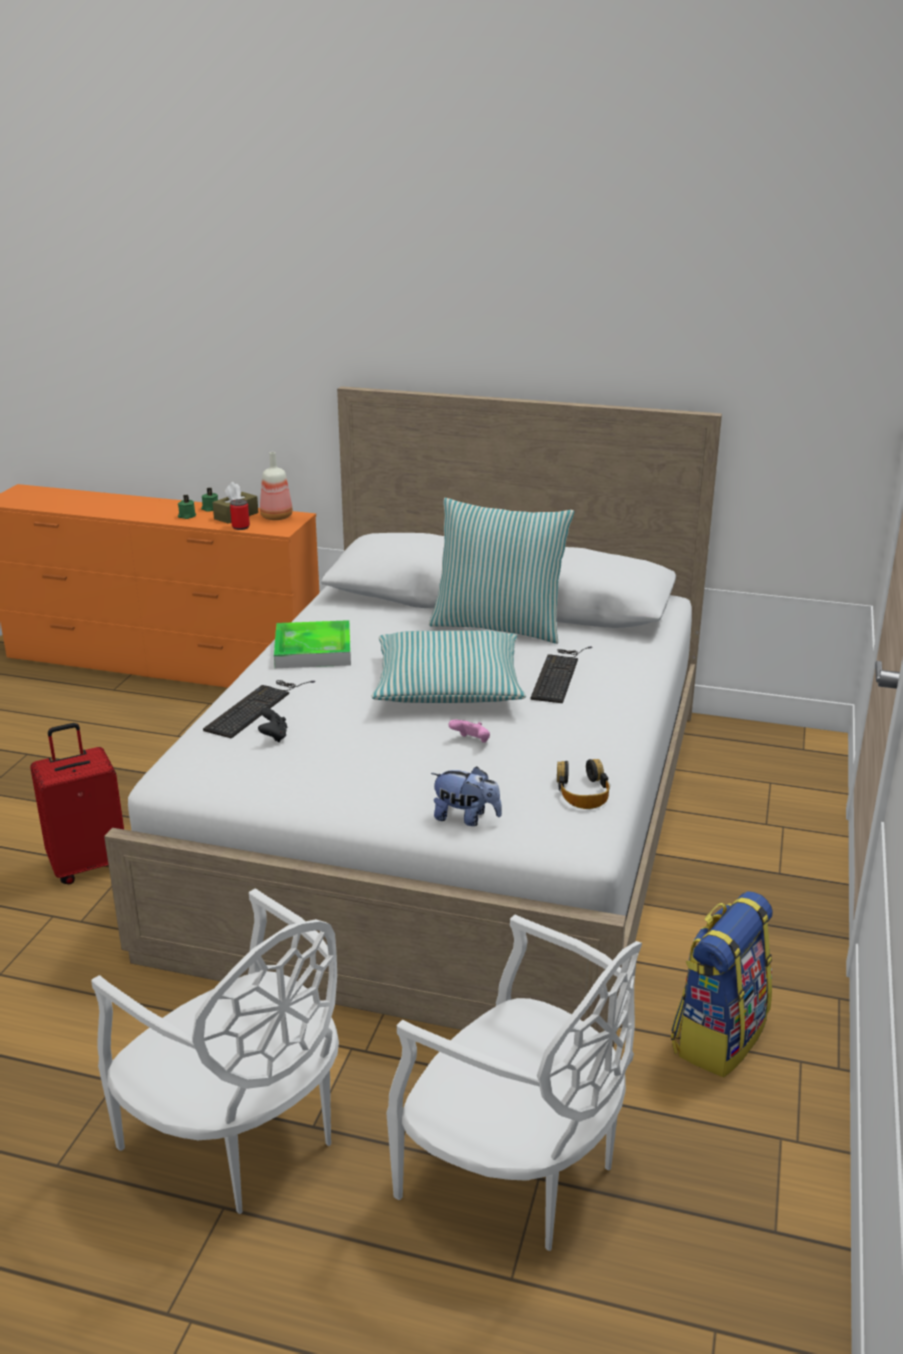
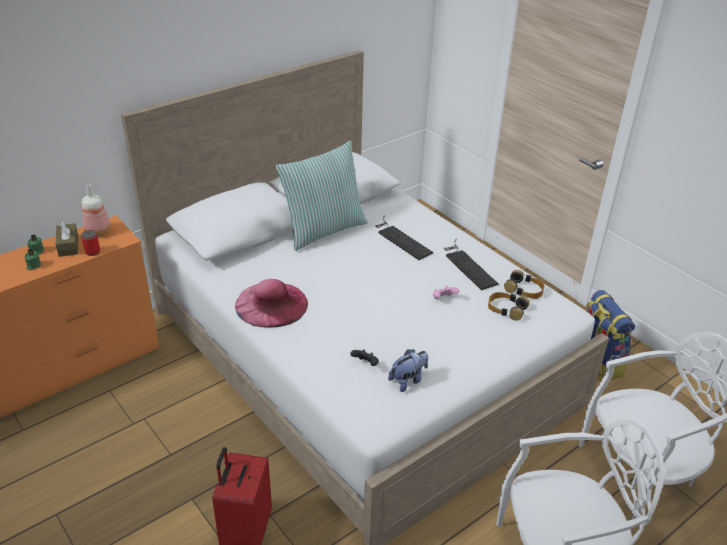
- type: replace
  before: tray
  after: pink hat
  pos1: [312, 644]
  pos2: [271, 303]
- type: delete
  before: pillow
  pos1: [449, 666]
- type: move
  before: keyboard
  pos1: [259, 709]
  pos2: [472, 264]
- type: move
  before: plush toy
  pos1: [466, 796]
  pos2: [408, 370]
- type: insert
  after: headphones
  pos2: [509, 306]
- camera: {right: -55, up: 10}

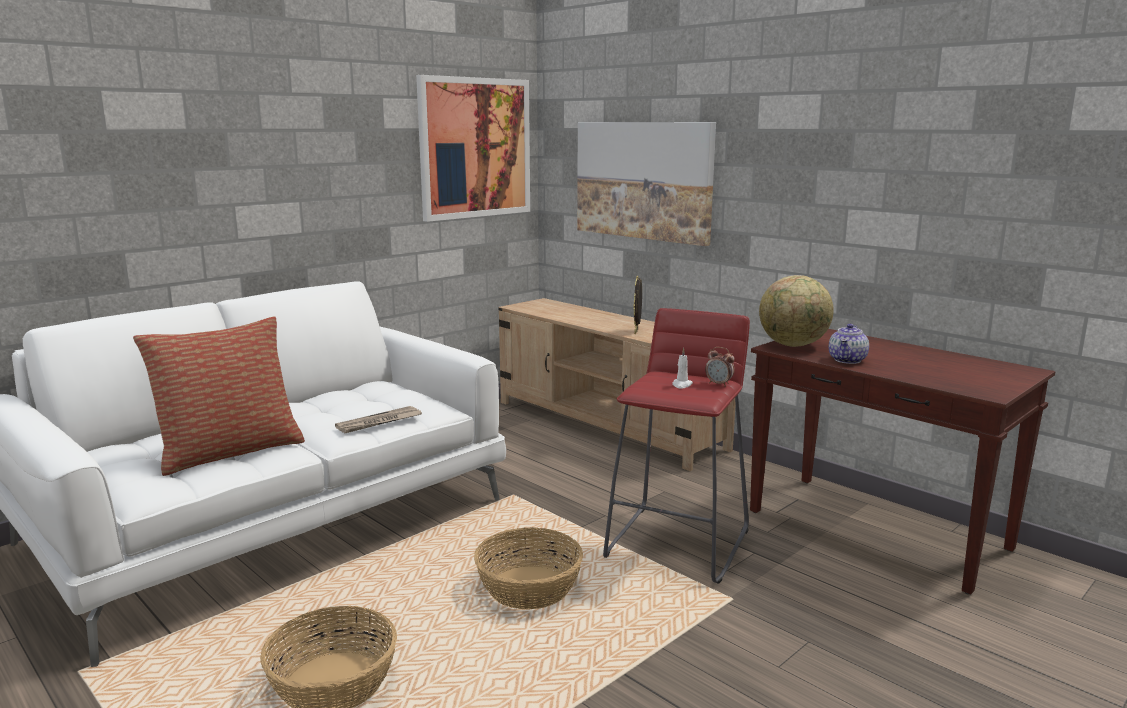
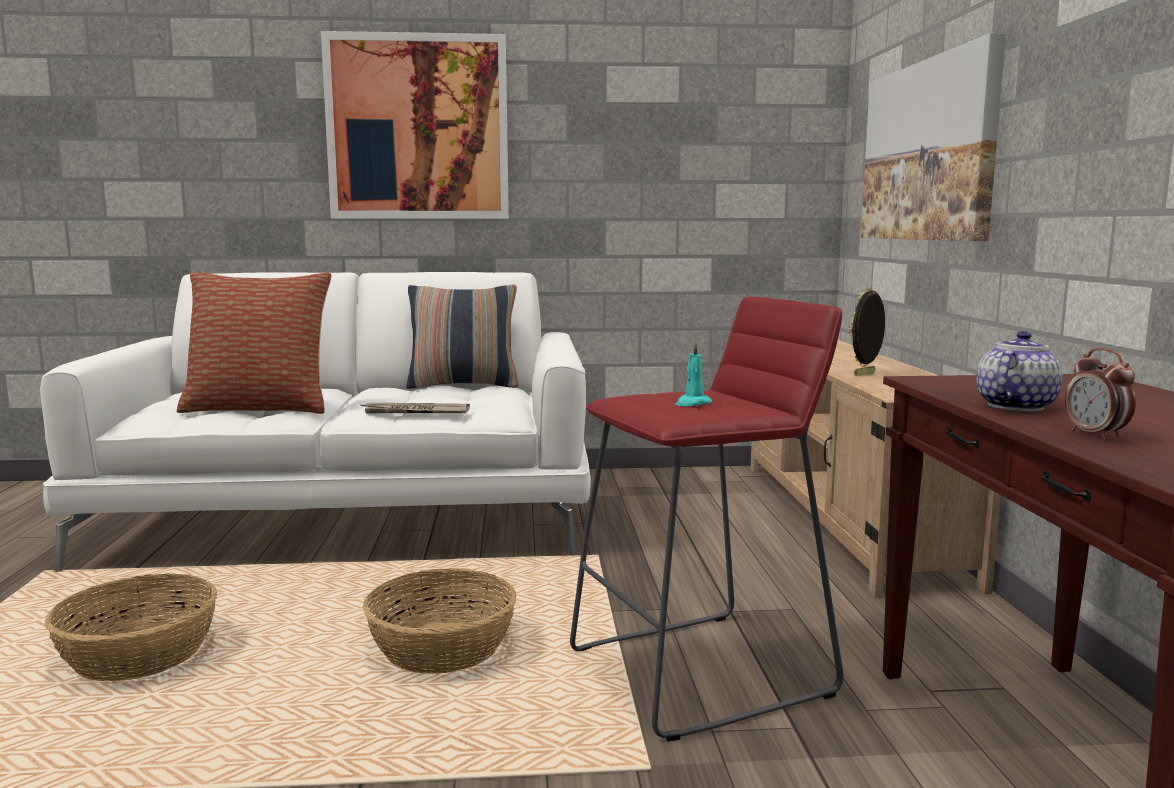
- type: move
  before: picture
  pos1: [473, 148]
  pos2: [415, 125]
- type: delete
  before: globe
  pos1: [796, 311]
- type: rotate
  before: teapot
  pos1: [849, 344]
  pos2: [1019, 371]
  turn: 150
- type: move
  before: alarm clock
  pos1: [720, 367]
  pos2: [1100, 394]
- type: recolor
  before: white candle
  after: turquoise candle
  pos1: [682, 368]
  pos2: [694, 373]
- type: insert
  after: pillow
  pos2: [462, 336]
- camera: {right: 40, up: -5}

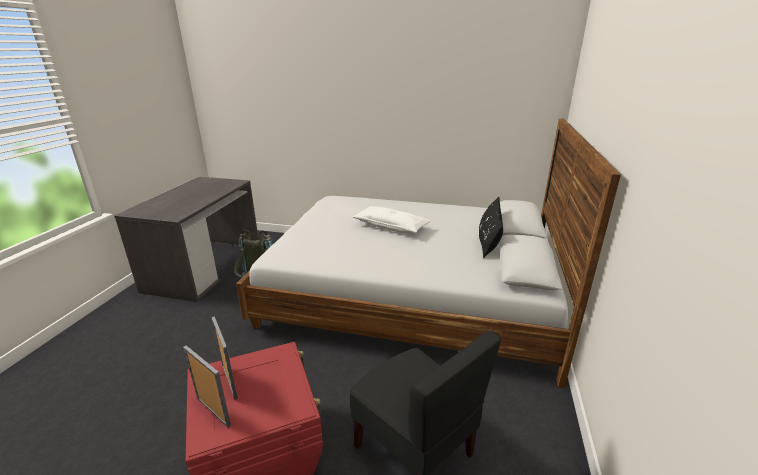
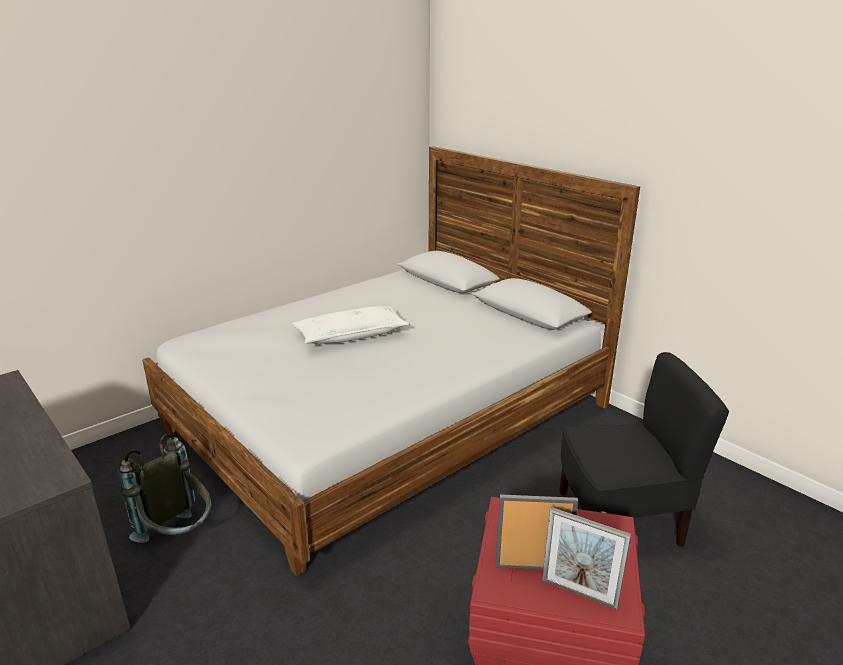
- type: delete
  before: black pillow
  pos1: [491, 227]
- type: rotate
  before: picture frame
  pos1: [207, 387]
  pos2: [586, 558]
  turn: -135
- camera: {right: -55, up: 0}

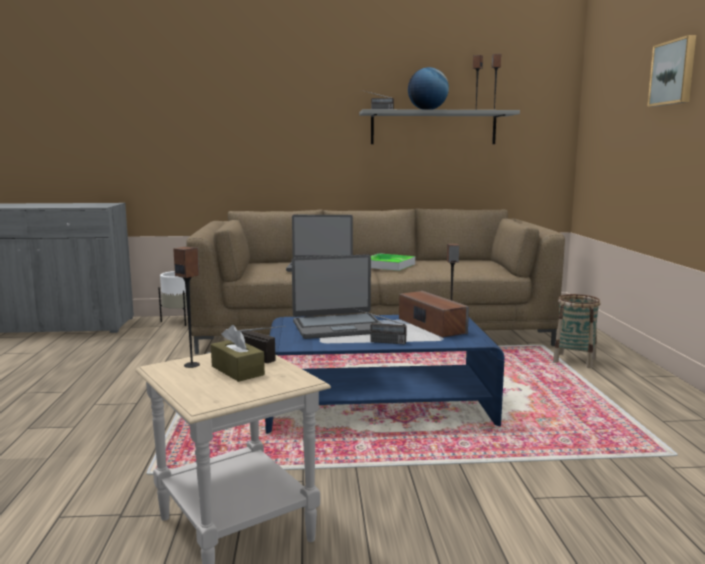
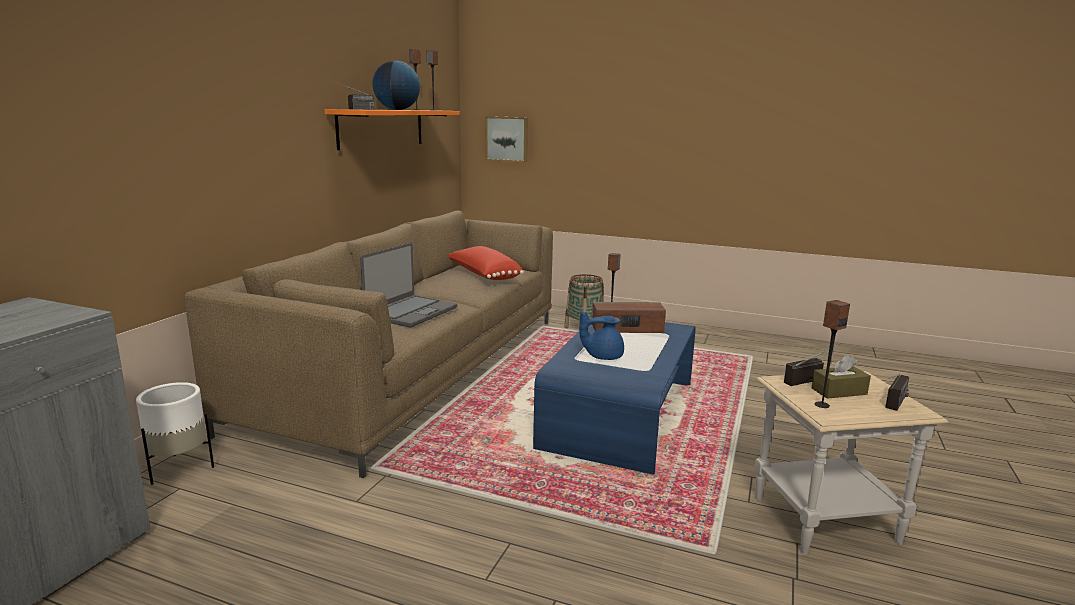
- type: move
  before: picture
  pos1: [671, 71]
  pos2: [507, 139]
- type: recolor
  before: grey shelf
  after: orange shelf
  pos1: [439, 126]
  pos2: [392, 129]
- type: delete
  before: tray
  pos1: [393, 262]
- type: replace
  before: laptop
  after: blue teapot
  pos1: [337, 296]
  pos2: [601, 335]
- type: move
  before: radio
  pos1: [381, 326]
  pos2: [897, 392]
- type: insert
  after: red pillow
  pos2: [486, 263]
- camera: {right: -65, up: 5}

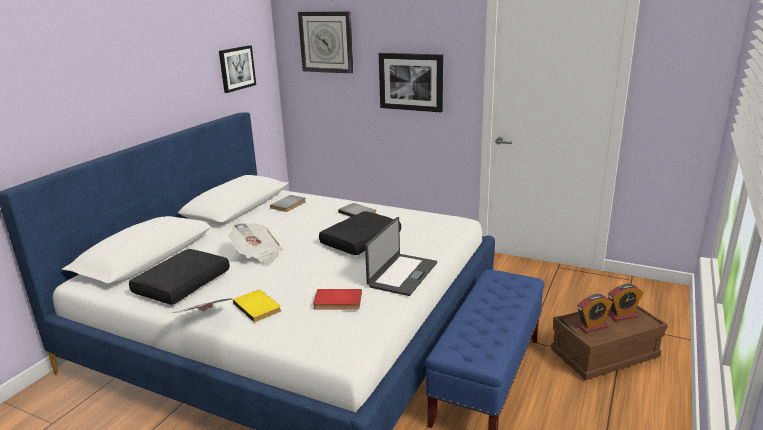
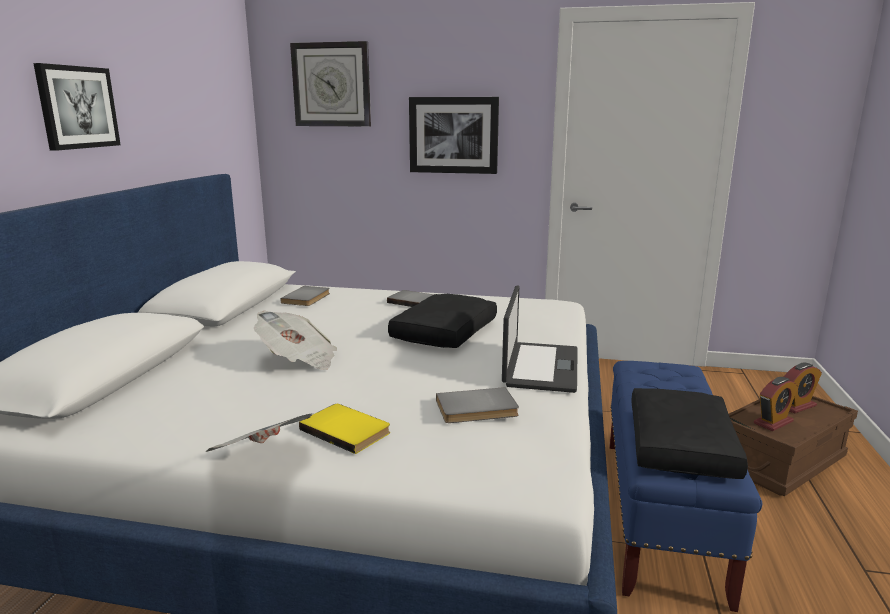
- type: move
  before: picture
  pos1: [237, 69]
  pos2: [77, 107]
- type: move
  before: black pillow
  pos1: [179, 277]
  pos2: [690, 433]
- type: recolor
  before: red book
  after: grey book
  pos1: [337, 299]
  pos2: [477, 405]
- camera: {right: -15, up: -5}

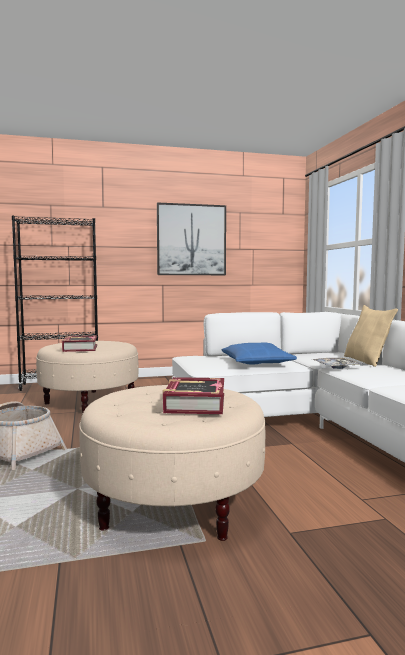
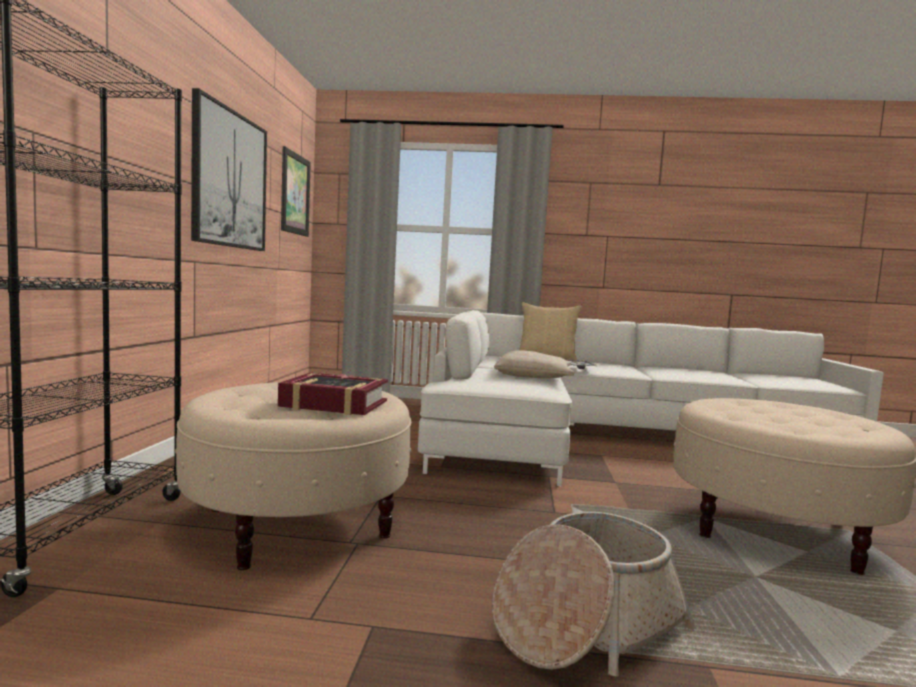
- type: recolor
  before: blue pillow
  after: beige pillow
  pos1: [259, 353]
  pos2: [534, 364]
- type: delete
  before: book
  pos1: [193, 395]
- type: insert
  after: picture
  pos2: [296, 191]
- camera: {right: -70, up: 0}

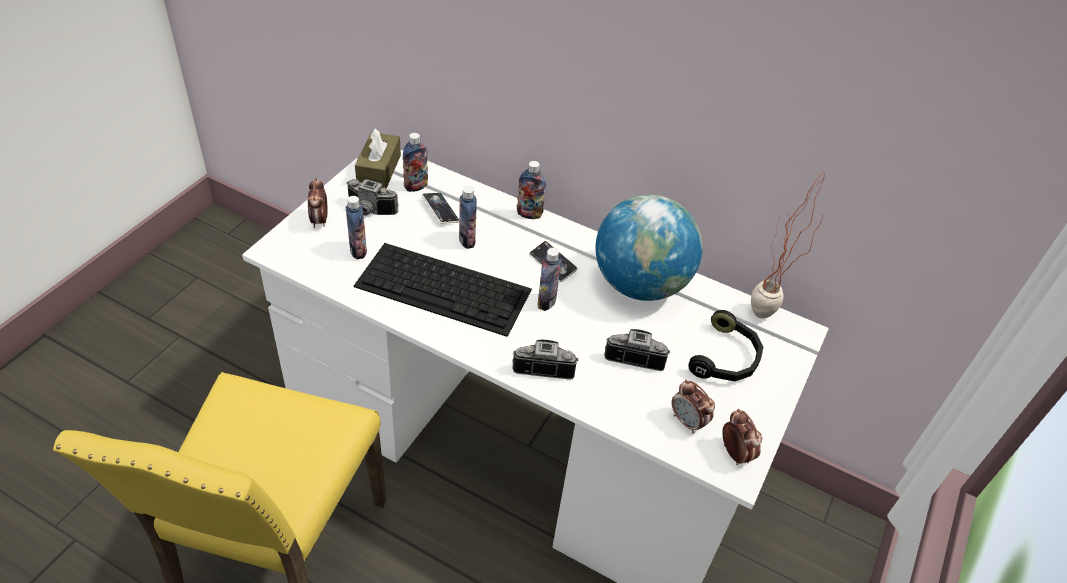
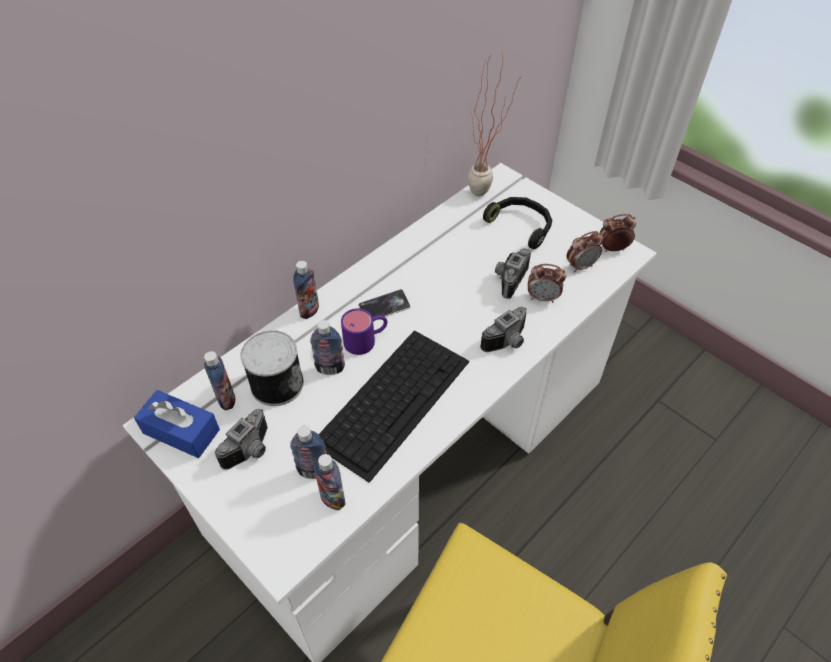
- type: recolor
  before: brown tissue box
  after: blue tissue box
  pos1: [378, 159]
  pos2: [177, 424]
- type: move
  before: alarm clock
  pos1: [318, 203]
  pos2: [547, 283]
- type: replace
  before: phone
  after: can
  pos1: [440, 208]
  pos2: [272, 368]
- type: delete
  before: globe
  pos1: [648, 248]
- type: move
  before: bottle
  pos1: [549, 279]
  pos2: [329, 482]
- type: rotate
  before: photo camera
  pos1: [545, 360]
  pos2: [503, 329]
  turn: -150
- type: insert
  after: purple mug
  pos2: [364, 331]
- camera: {right: -70, up: 5}

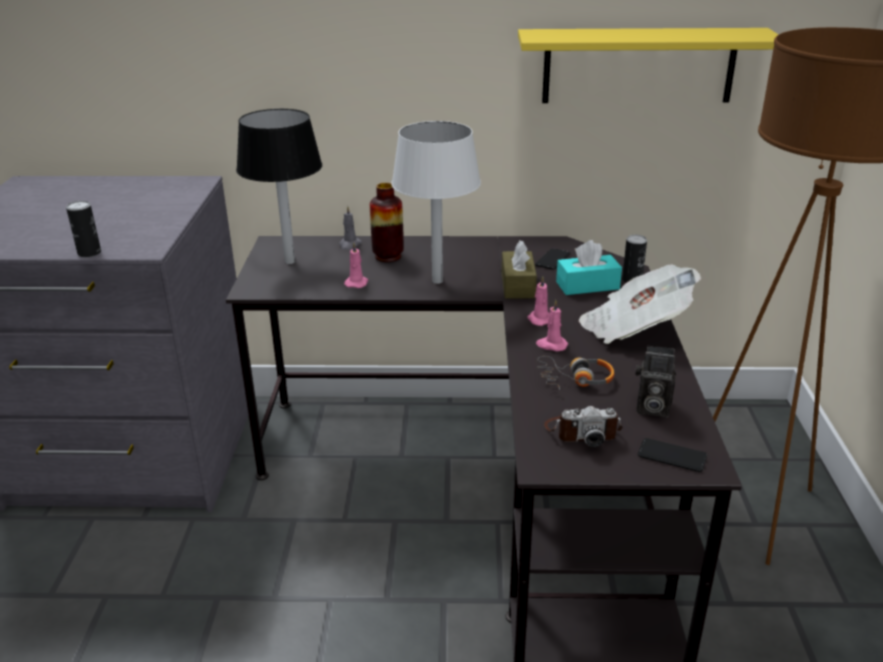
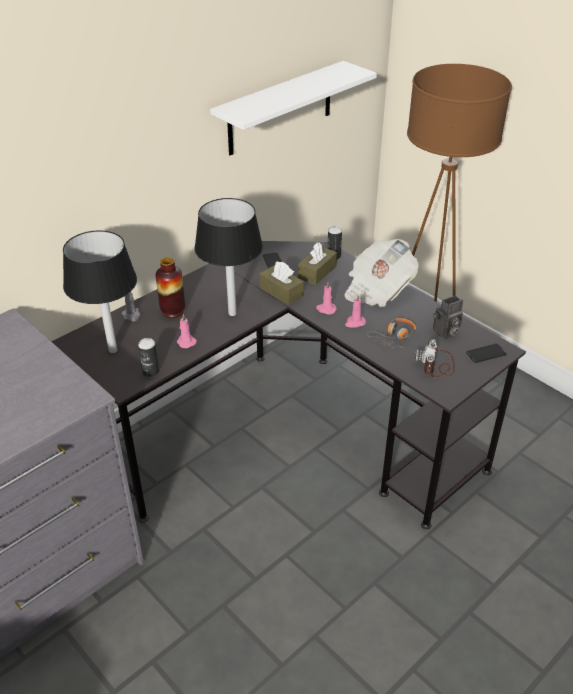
- type: recolor
  before: yellow shelf
  after: white shelf
  pos1: [648, 65]
  pos2: [293, 108]
- type: recolor
  before: white table lamp
  after: black table lamp
  pos1: [436, 202]
  pos2: [228, 257]
- type: move
  before: can
  pos1: [83, 229]
  pos2: [148, 357]
- type: recolor
  before: turquoise tissue box
  after: brown tissue box
  pos1: [589, 267]
  pos2: [317, 263]
- type: rotate
  before: photo camera
  pos1: [583, 426]
  pos2: [435, 358]
  turn: 150
- camera: {right: -45, up: 10}

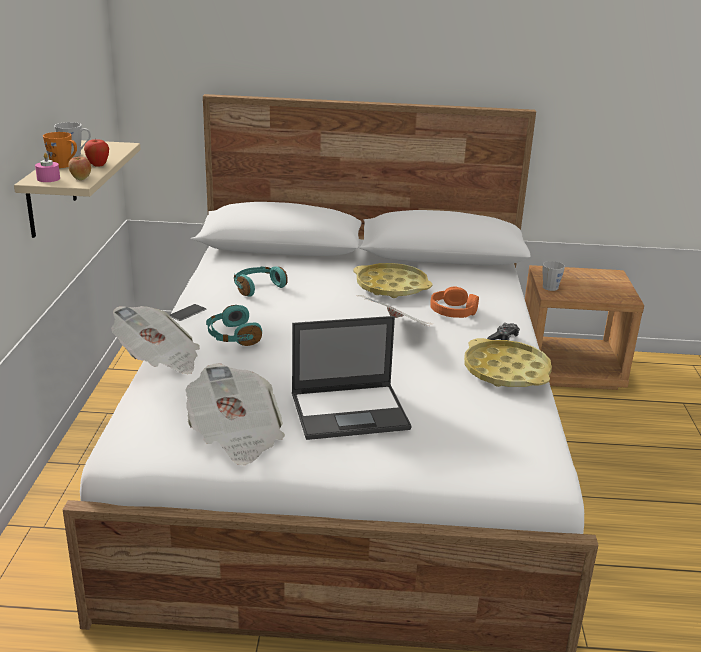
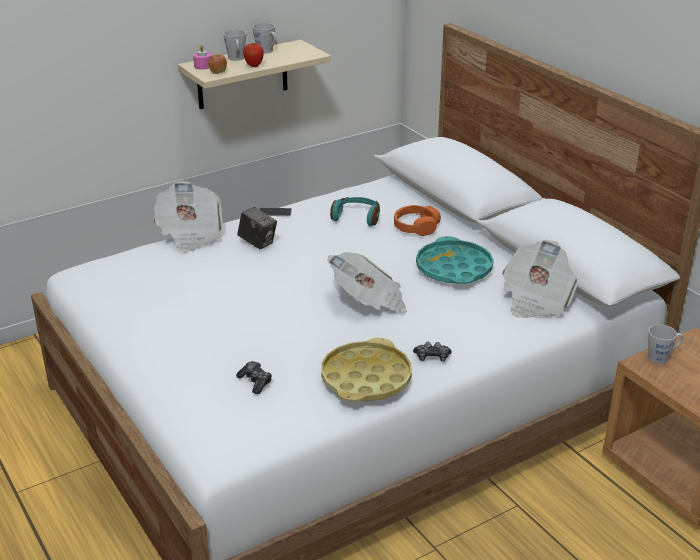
- type: recolor
  before: orange mug
  after: grey mug
  pos1: [60, 150]
  pos2: [234, 45]
- type: recolor
  before: yellow tray
  after: turquoise tray
  pos1: [392, 280]
  pos2: [455, 260]
- type: move
  before: orange headphones
  pos1: [454, 302]
  pos2: [417, 220]
- type: replace
  before: turquoise headphones
  after: photo camera
  pos1: [234, 325]
  pos2: [257, 228]
- type: delete
  before: laptop
  pos1: [352, 378]
- type: move
  before: newspaper
  pos1: [235, 414]
  pos2: [540, 279]
- type: insert
  after: game controller
  pos2: [254, 377]
- camera: {right: 55, up: 5}

